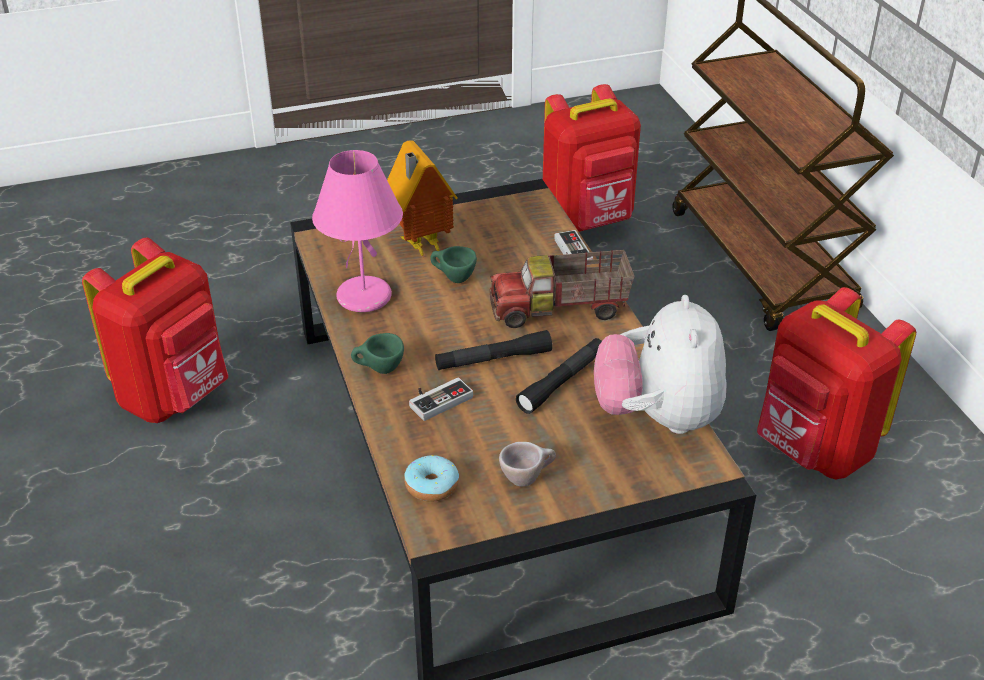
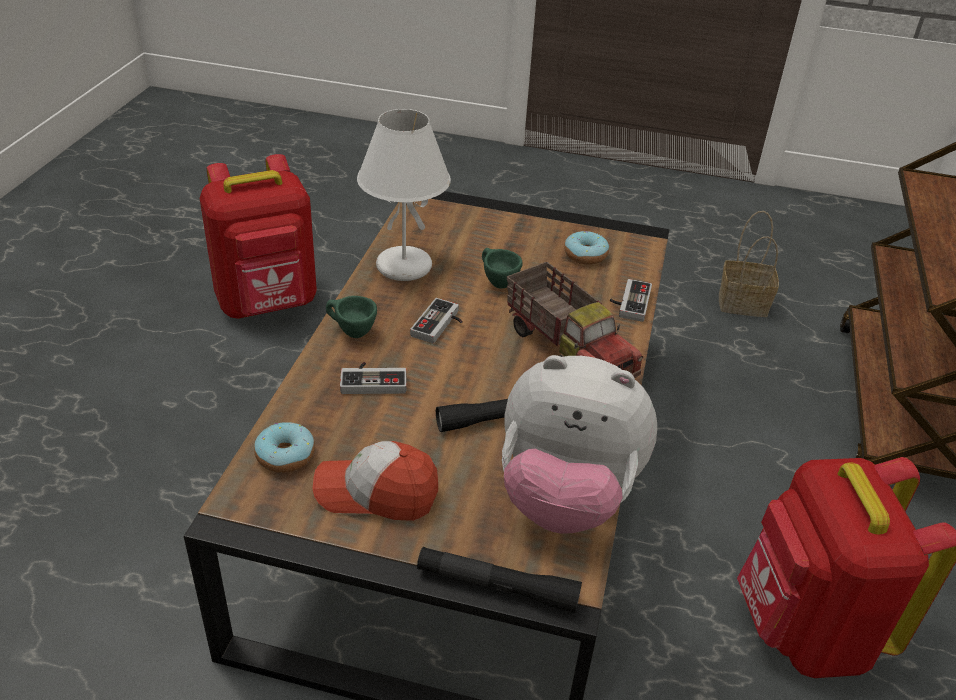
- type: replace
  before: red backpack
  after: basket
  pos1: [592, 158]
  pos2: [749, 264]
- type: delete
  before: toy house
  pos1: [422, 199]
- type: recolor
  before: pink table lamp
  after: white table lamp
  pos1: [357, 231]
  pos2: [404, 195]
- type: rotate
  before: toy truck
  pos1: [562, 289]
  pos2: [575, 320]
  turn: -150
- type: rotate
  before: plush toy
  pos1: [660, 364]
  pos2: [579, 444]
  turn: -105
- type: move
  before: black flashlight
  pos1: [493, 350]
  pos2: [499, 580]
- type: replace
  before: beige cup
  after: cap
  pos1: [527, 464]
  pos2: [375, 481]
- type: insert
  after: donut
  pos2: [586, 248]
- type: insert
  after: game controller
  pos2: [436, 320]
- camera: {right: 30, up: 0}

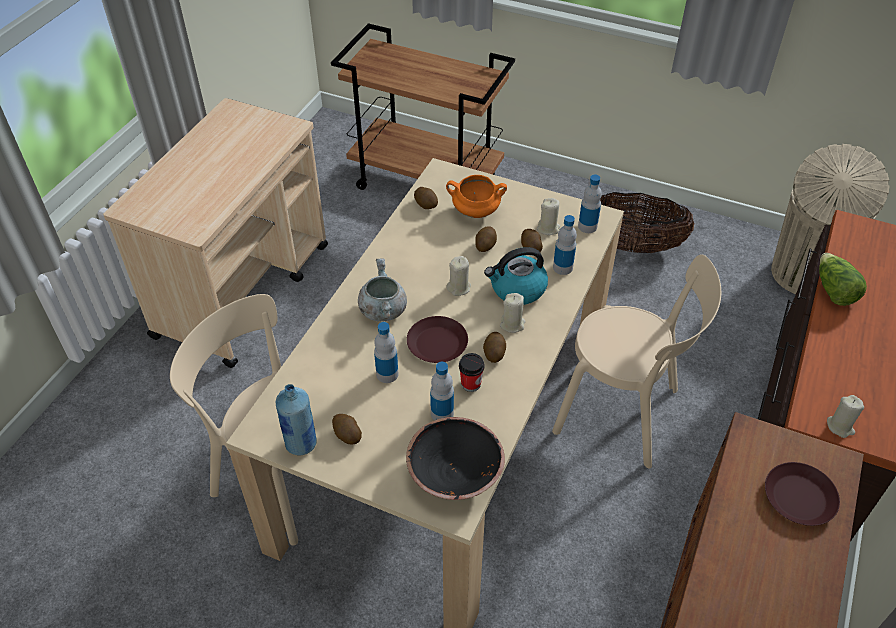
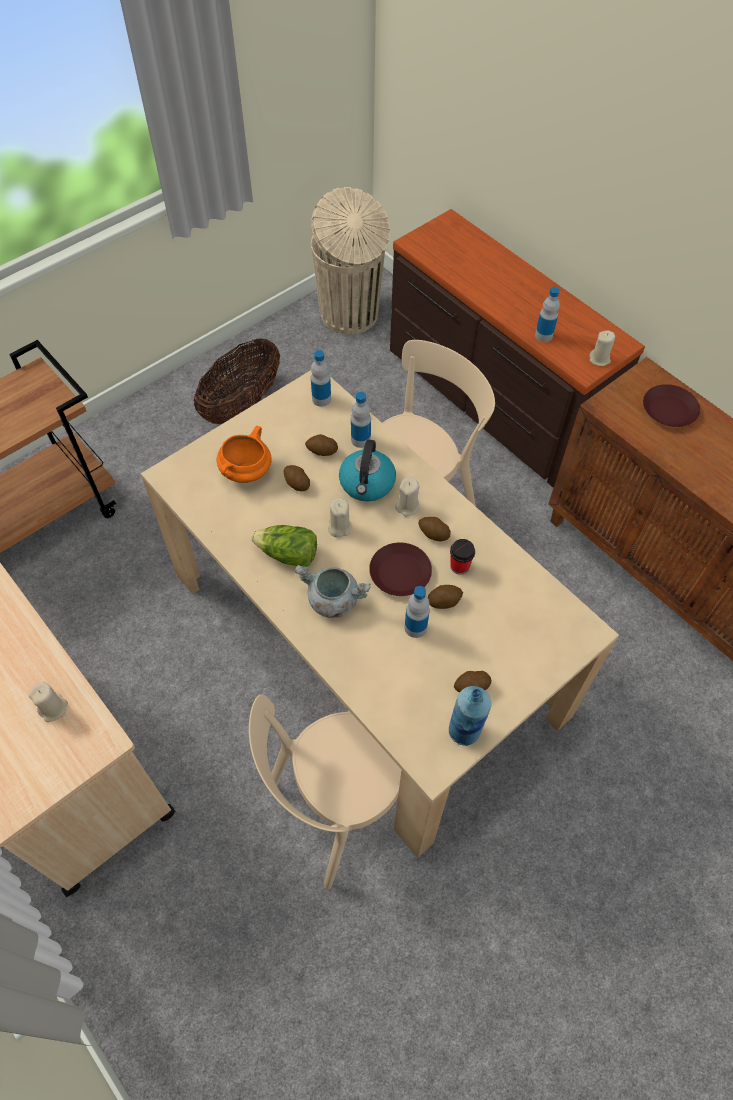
- type: move
  before: potato
  pos1: [426, 198]
  pos2: [445, 597]
- type: move
  before: beige candle
  pos1: [548, 216]
  pos2: [48, 702]
- type: move
  before: lettuce
  pos1: [843, 279]
  pos2: [284, 546]
- type: move
  before: bottle
  pos1: [442, 391]
  pos2: [547, 314]
- type: delete
  before: black bowl
  pos1: [455, 458]
- camera: {right: -65, up: 10}

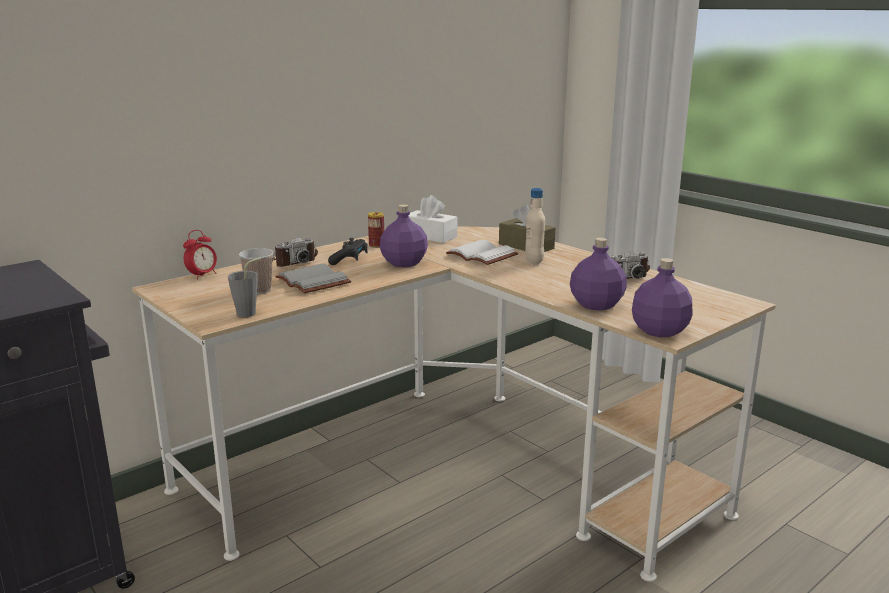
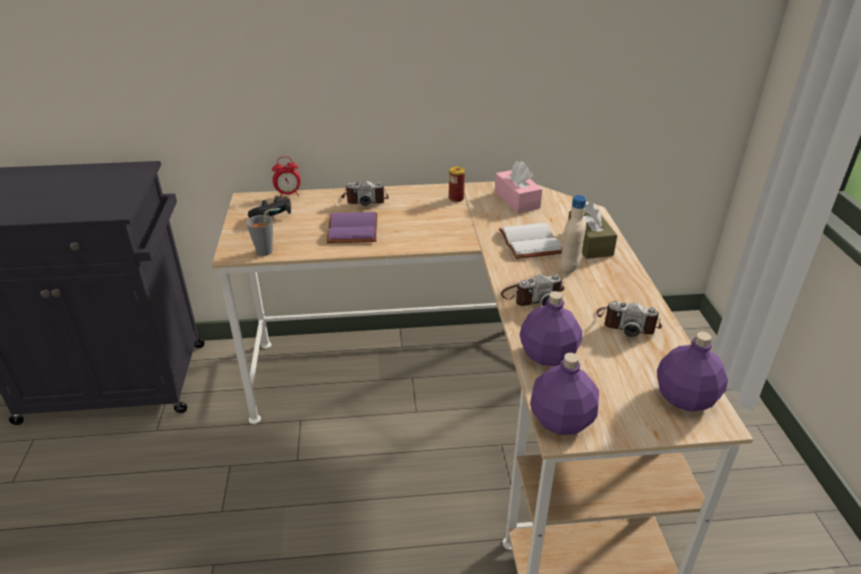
- type: recolor
  before: white tissue box
  after: pink tissue box
  pos1: [432, 219]
  pos2: [518, 187]
- type: move
  before: purple bottle
  pos1: [404, 235]
  pos2: [692, 371]
- type: move
  before: black game controller
  pos1: [348, 251]
  pos2: [269, 207]
- type: delete
  before: cup
  pos1: [256, 271]
- type: recolor
  before: grey book
  after: purple book
  pos1: [313, 278]
  pos2: [351, 227]
- type: insert
  after: photo camera
  pos2: [533, 290]
- camera: {right: 35, up: 15}

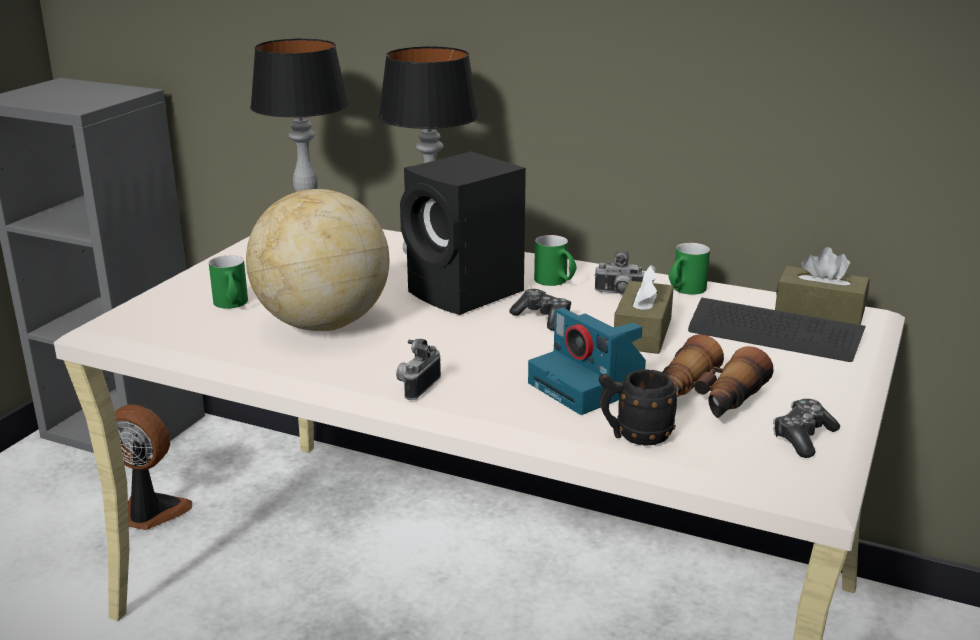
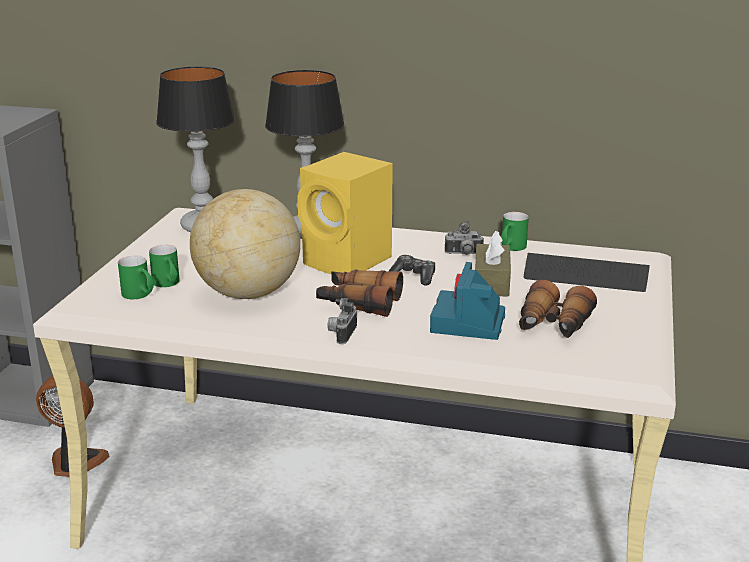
- type: recolor
  before: black speaker
  after: yellow speaker
  pos1: [463, 233]
  pos2: [345, 213]
- type: move
  before: green mug
  pos1: [555, 260]
  pos2: [136, 277]
- type: delete
  before: brown tissue box
  pos1: [822, 286]
- type: rotate
  before: photo camera
  pos1: [587, 361]
  pos2: [467, 301]
  turn: 60
- type: delete
  before: black mug
  pos1: [638, 407]
- type: delete
  before: game controller
  pos1: [806, 428]
- type: insert
  after: binoculars
  pos2: [359, 293]
- camera: {right: -10, up: 0}

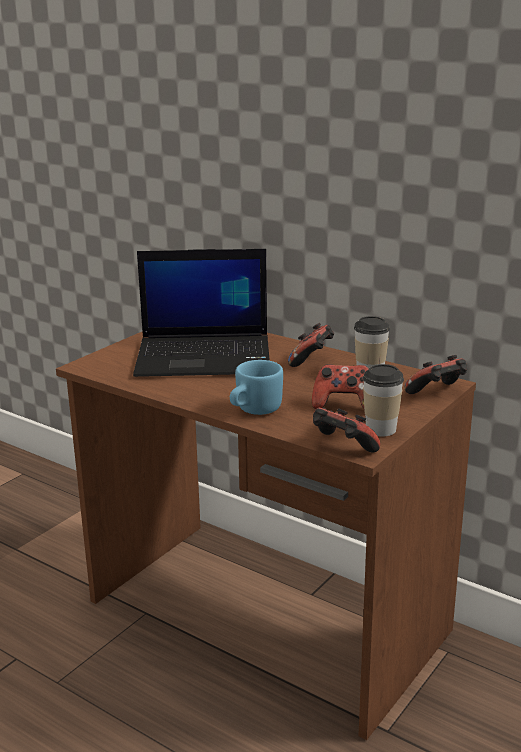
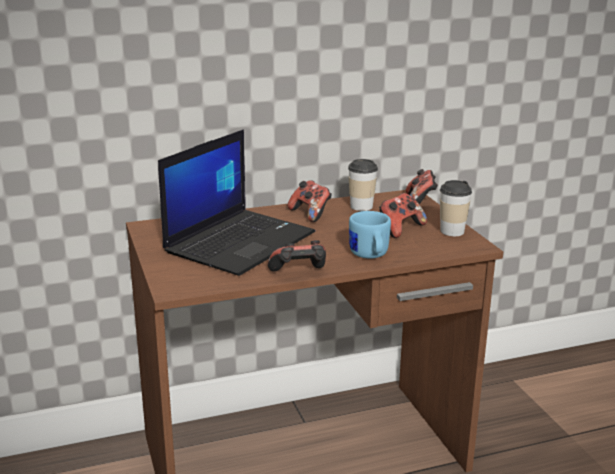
- type: move
  before: game controller
  pos1: [346, 430]
  pos2: [297, 256]
- camera: {right: -55, up: 0}

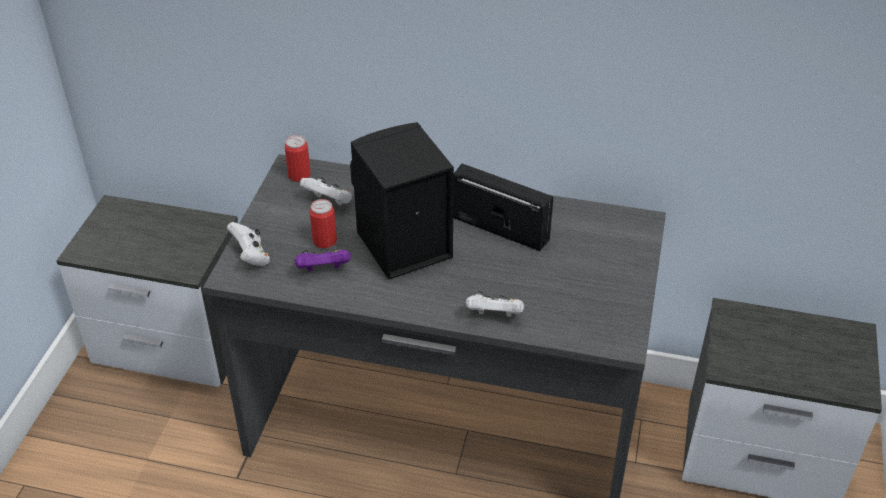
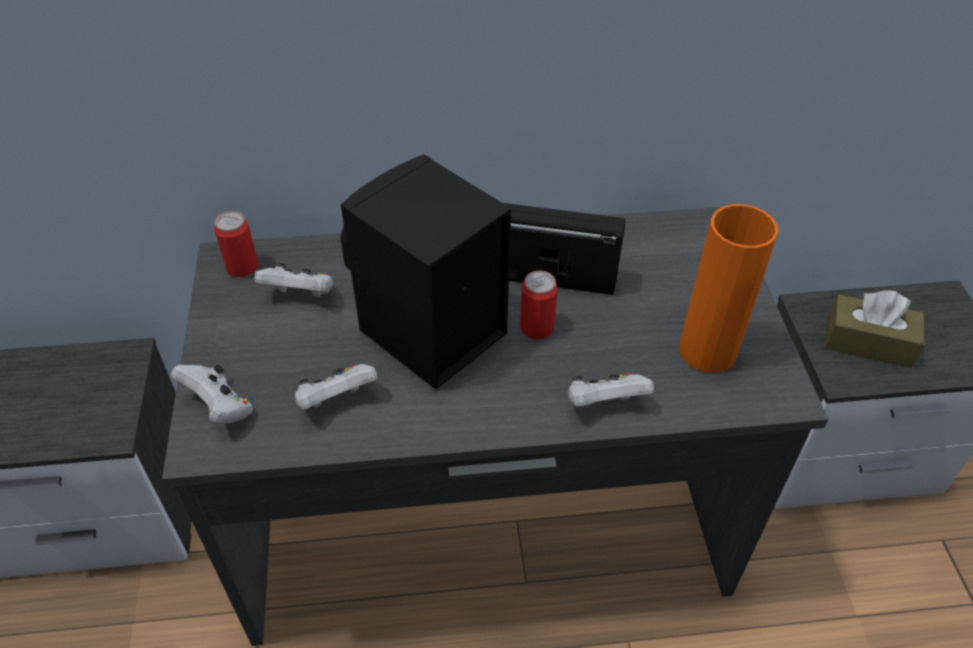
- type: move
  before: can
  pos1: [323, 223]
  pos2: [539, 305]
- type: recolor
  before: purple game controller
  after: white game controller
  pos1: [322, 260]
  pos2: [336, 387]
- type: insert
  after: orange vase
  pos2: [728, 288]
- type: insert
  after: brown tissue box
  pos2: [875, 329]
- camera: {right: -20, up: 5}

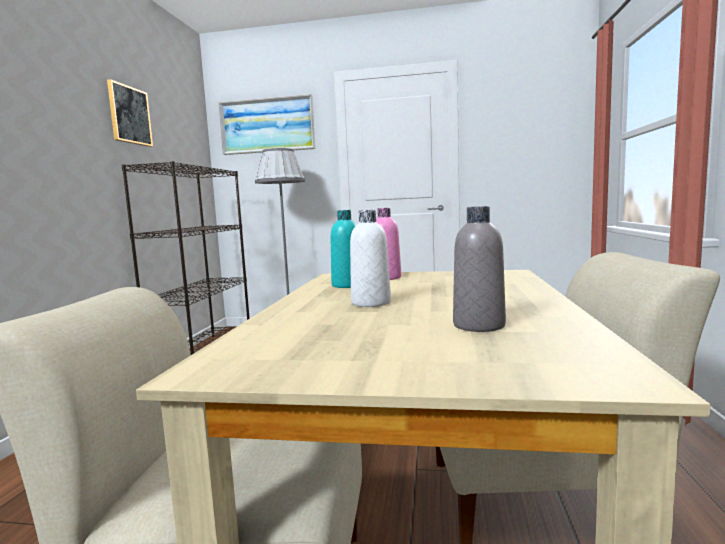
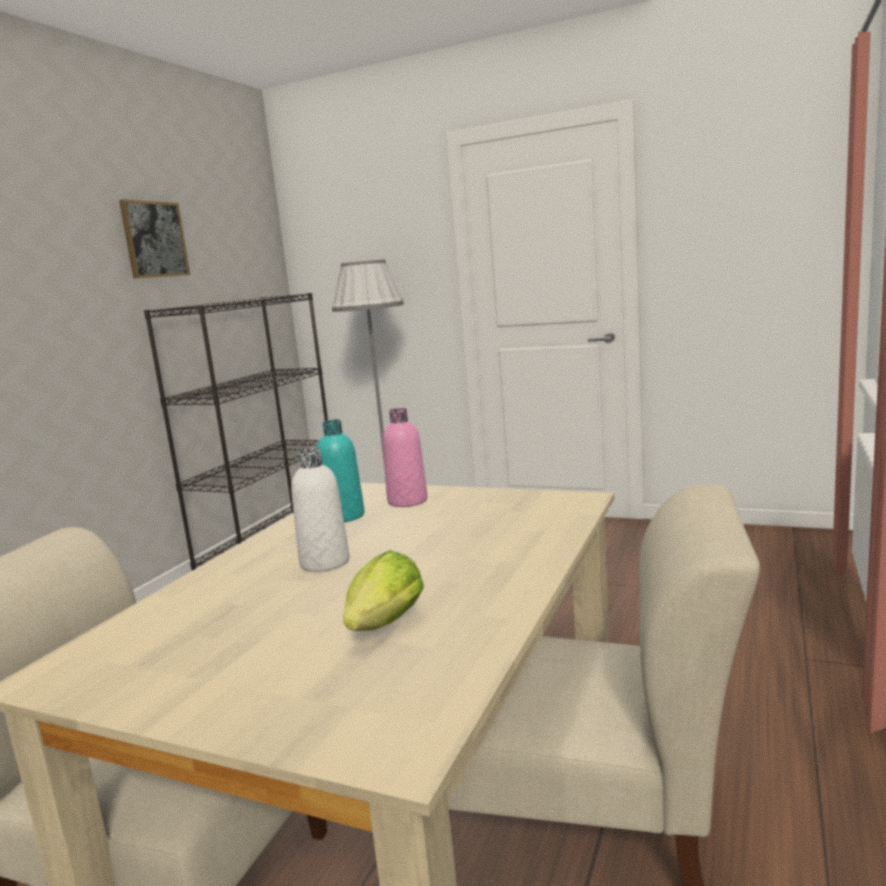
- type: delete
  before: picture
  pos1: [267, 124]
- type: replace
  before: grey bottle
  after: lettuce
  pos1: [479, 269]
  pos2: [383, 590]
- camera: {right: 15, up: 5}

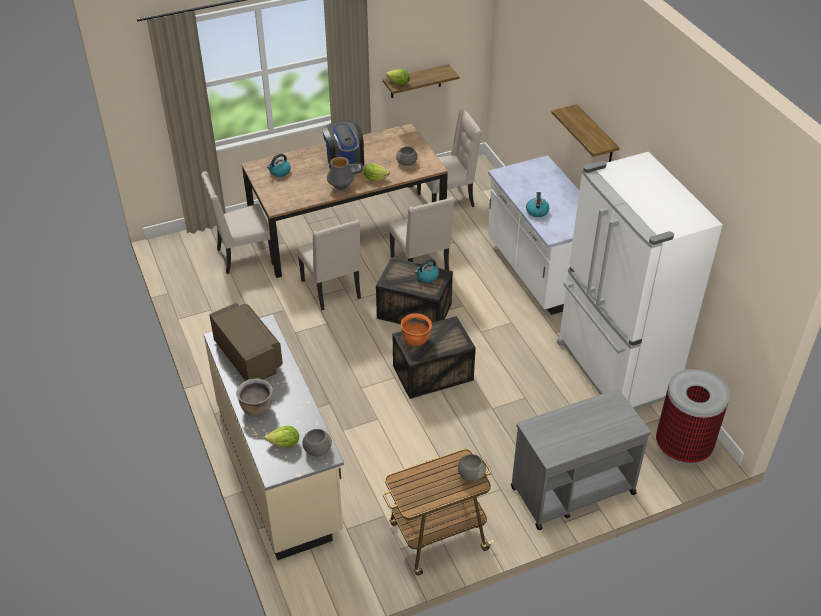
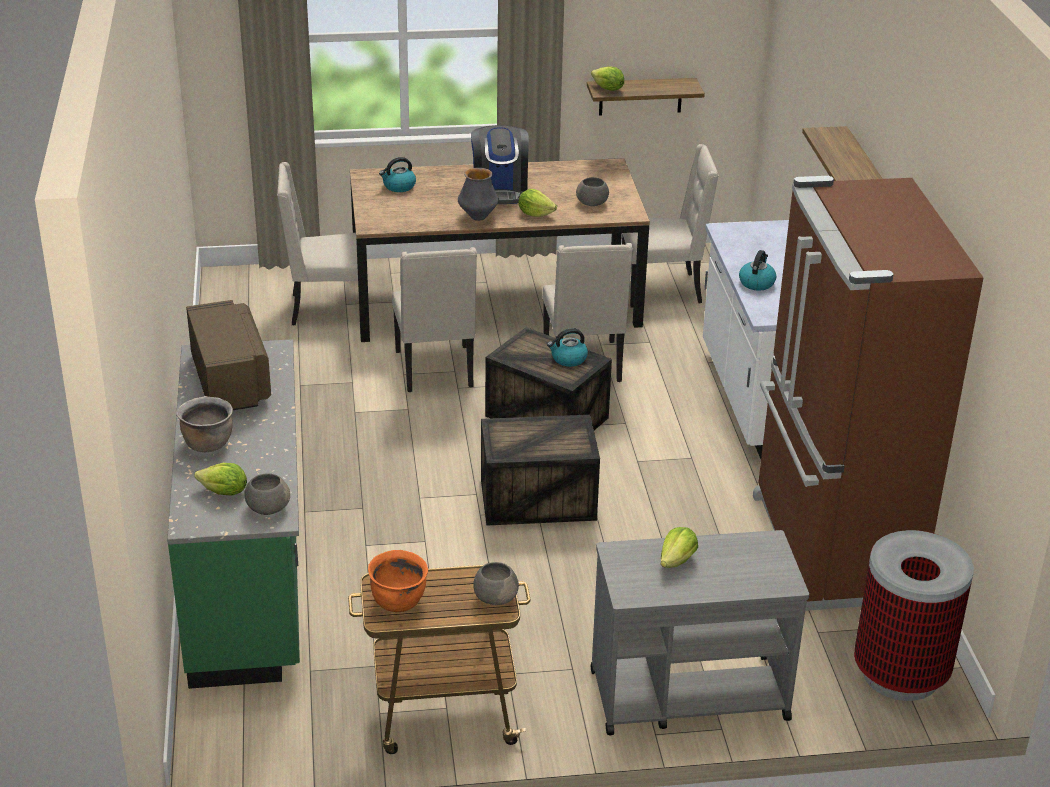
- type: recolor
  before: white fridge
  after: brown fridge
  pos1: [640, 281]
  pos2: [868, 393]
- type: move
  before: orange cooking pot
  pos1: [416, 329]
  pos2: [398, 581]
- type: recolor
  before: beige counter
  after: green counter
  pos1: [273, 437]
  pos2: [233, 514]
- type: insert
  after: lettuce
  pos2: [679, 547]
- camera: {right: 15, up: -10}

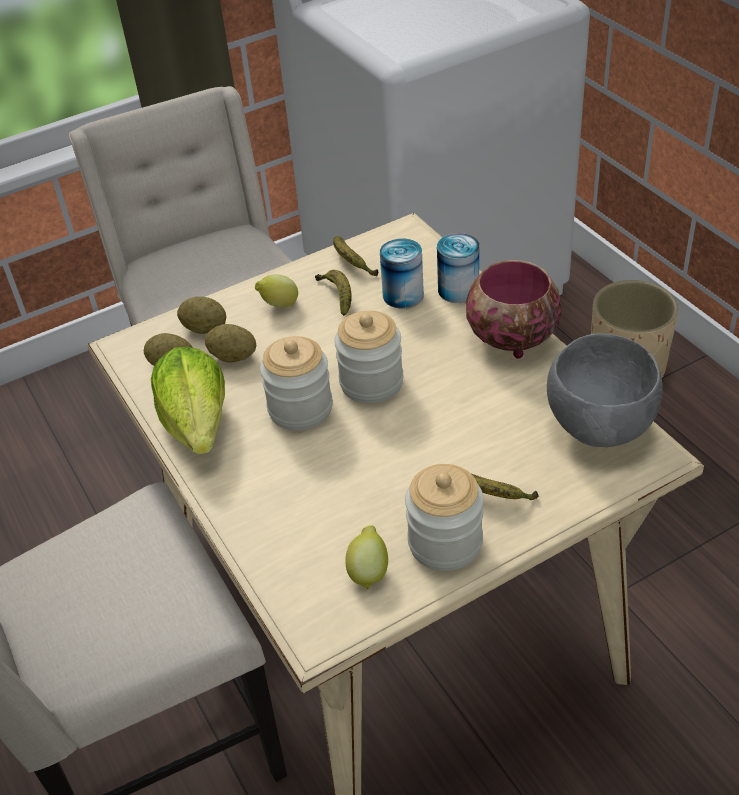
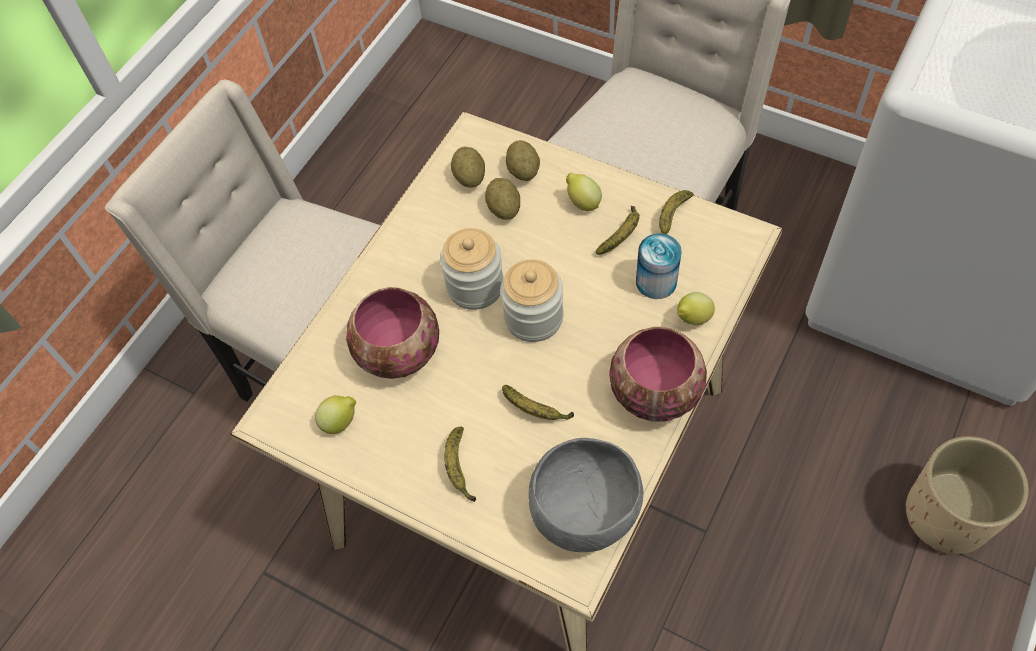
- type: replace
  before: can
  after: lemon
  pos1: [458, 268]
  pos2: [696, 308]
- type: delete
  before: lettuce
  pos1: [188, 401]
- type: delete
  before: jar
  pos1: [444, 517]
- type: insert
  after: bowl
  pos2: [392, 333]
- type: insert
  after: banana
  pos2: [538, 402]
- camera: {right: 60, up: 15}

